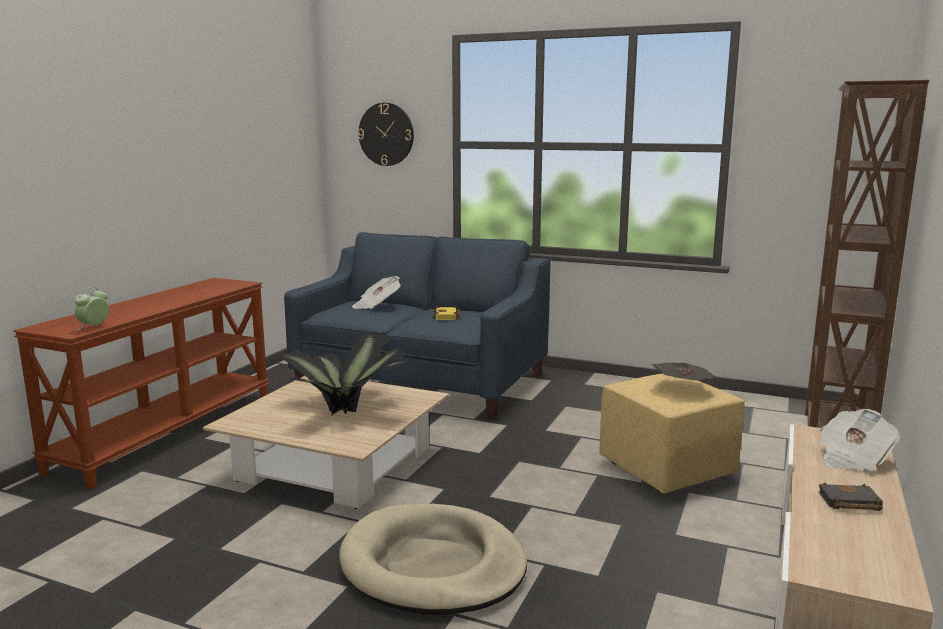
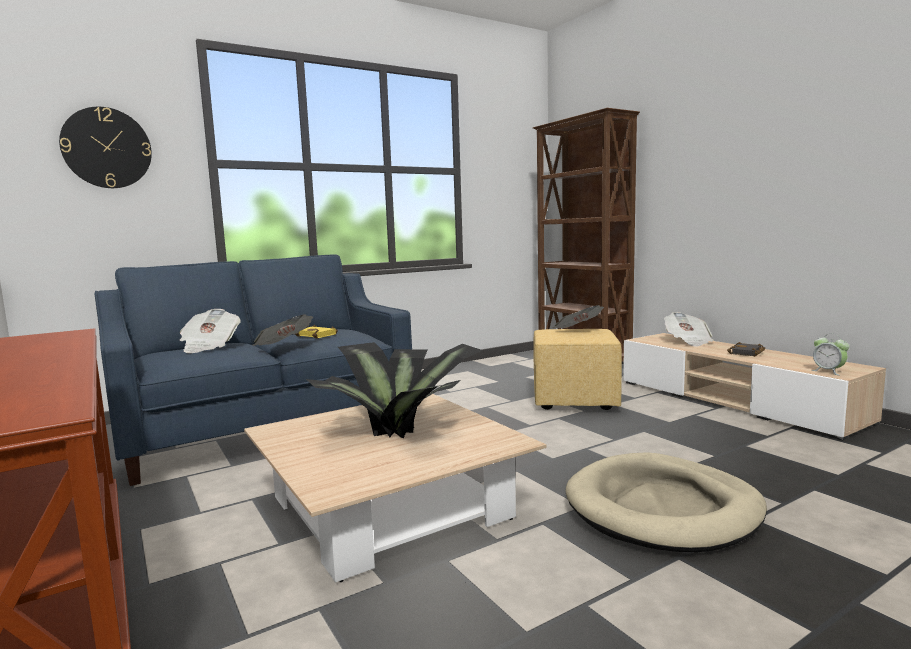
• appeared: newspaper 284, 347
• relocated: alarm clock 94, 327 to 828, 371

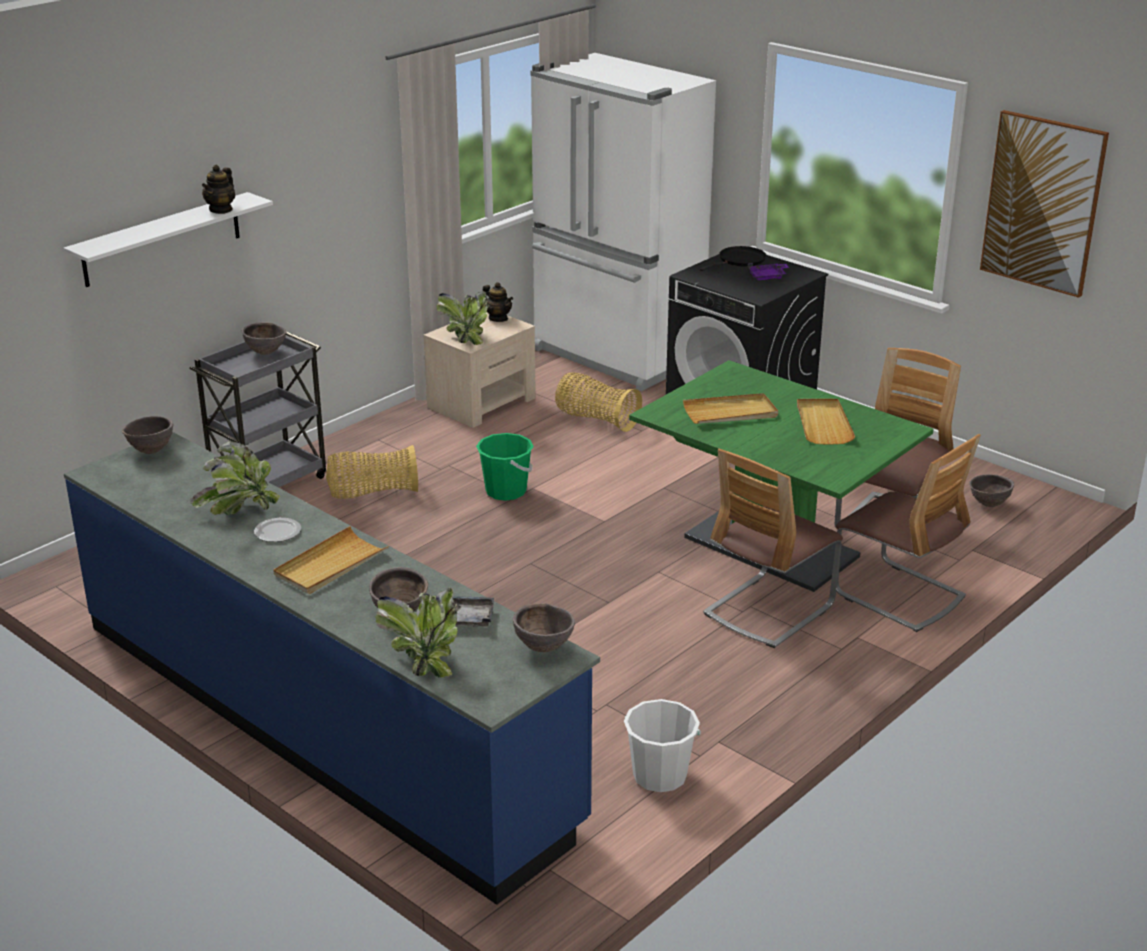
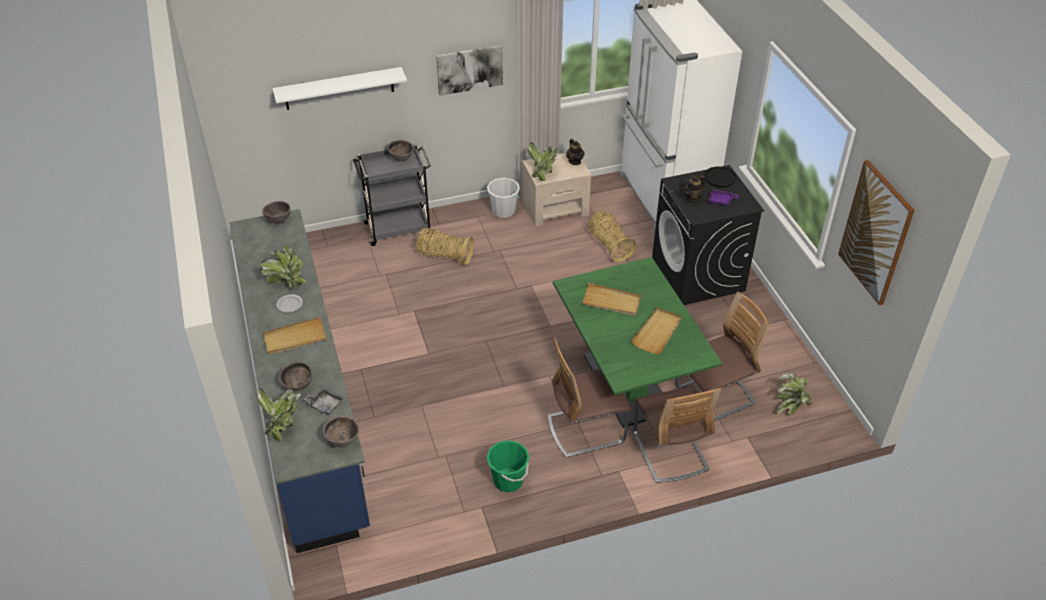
• appeared: picture 469, 69
• relocated: white bucket 660, 776 to 503, 211
• relocated: green bucket 506, 491 to 508, 480
• relocated: teapot 221, 209 to 692, 199
• exchanged: brown bowl 988, 504 to potted plant 792, 406

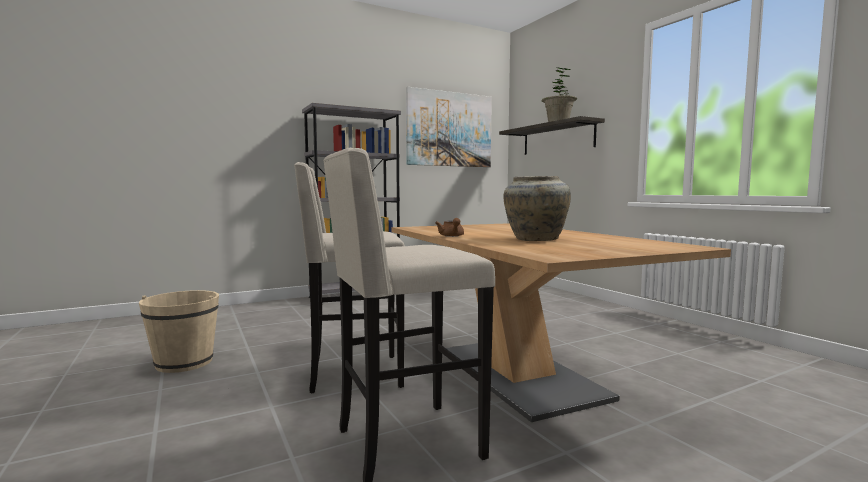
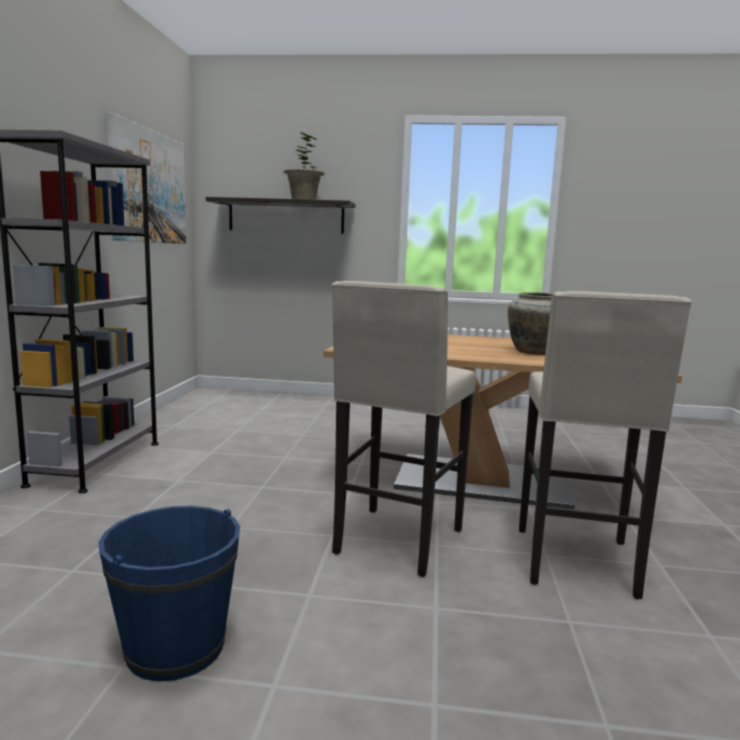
• colour: beige bucket 184, 362 to blue bucket 175, 647
• missing: brown teapot 451, 236

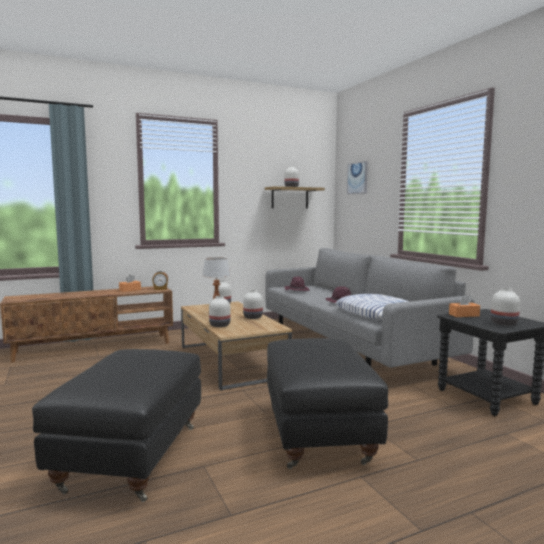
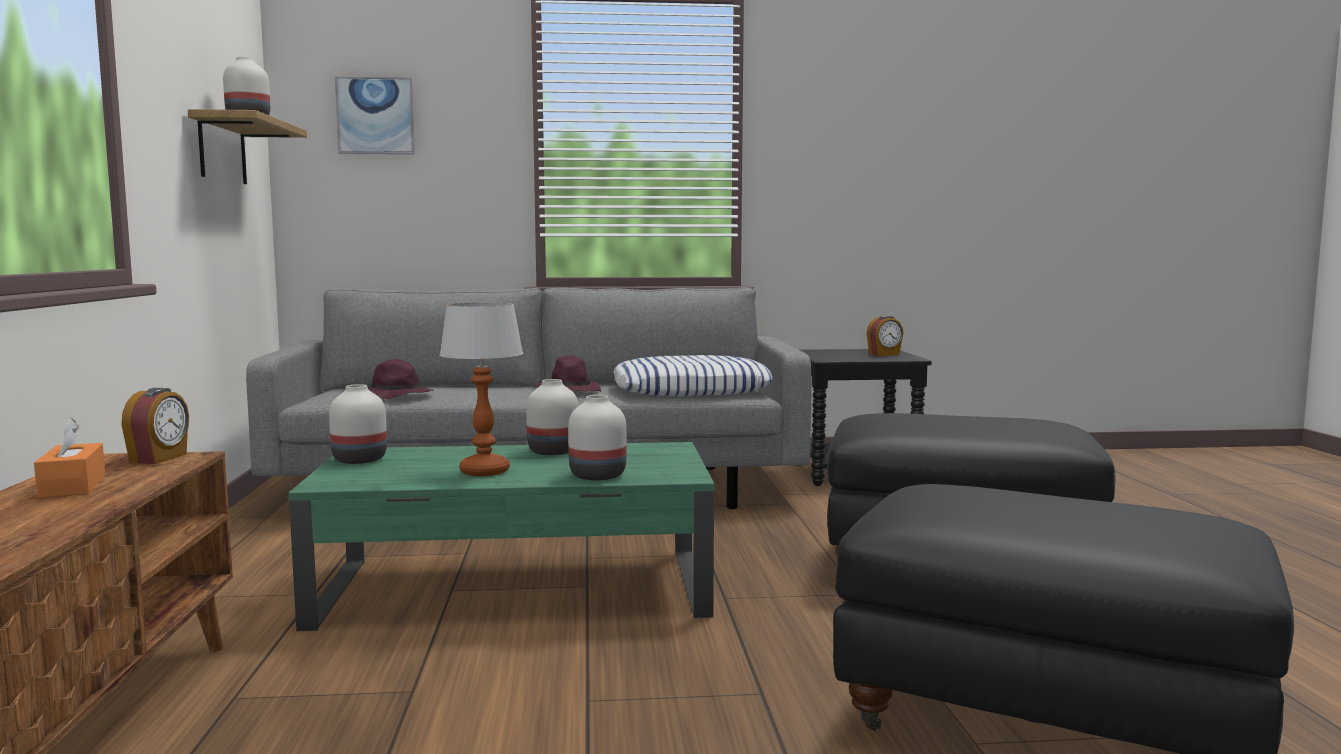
• colour: brown coffee table 231, 361 to green coffee table 518, 588
• exchanged: white vase 504, 323 to alarm clock 884, 354
• missing: orange tissue box 464, 315

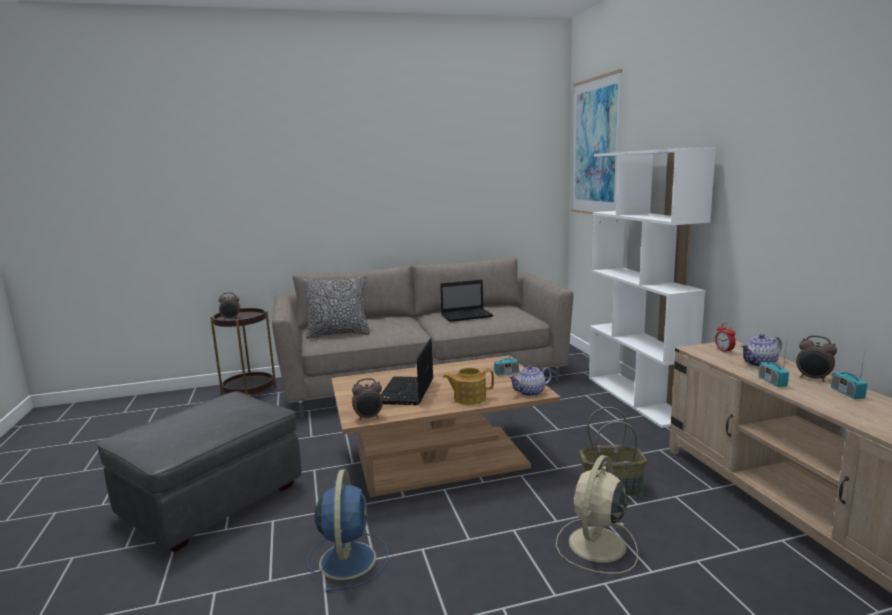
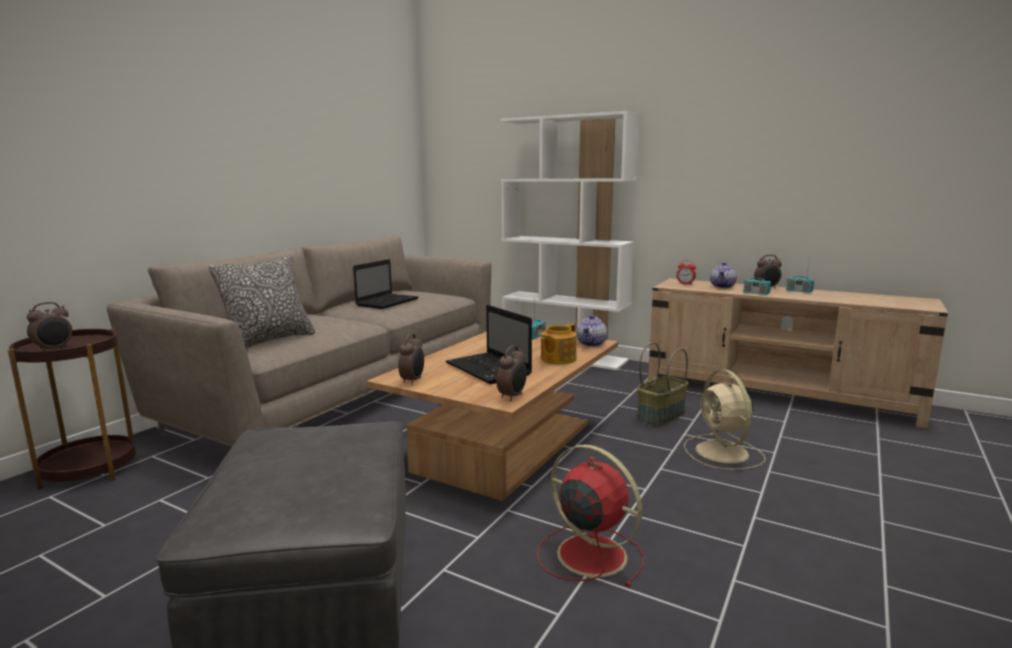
• appeared: alarm clock 413, 381
• colour: blue fan 348, 558 to red fan 589, 554
• missing: picture 596, 147

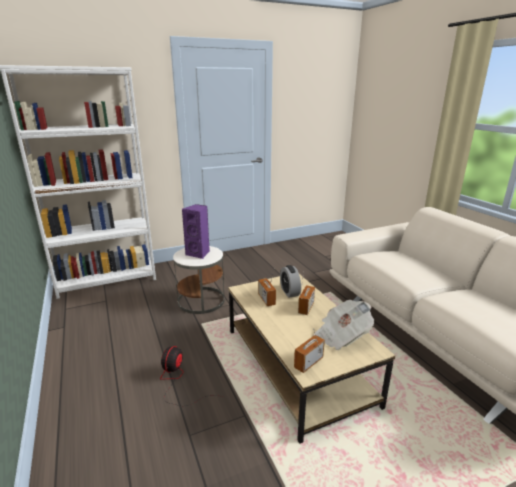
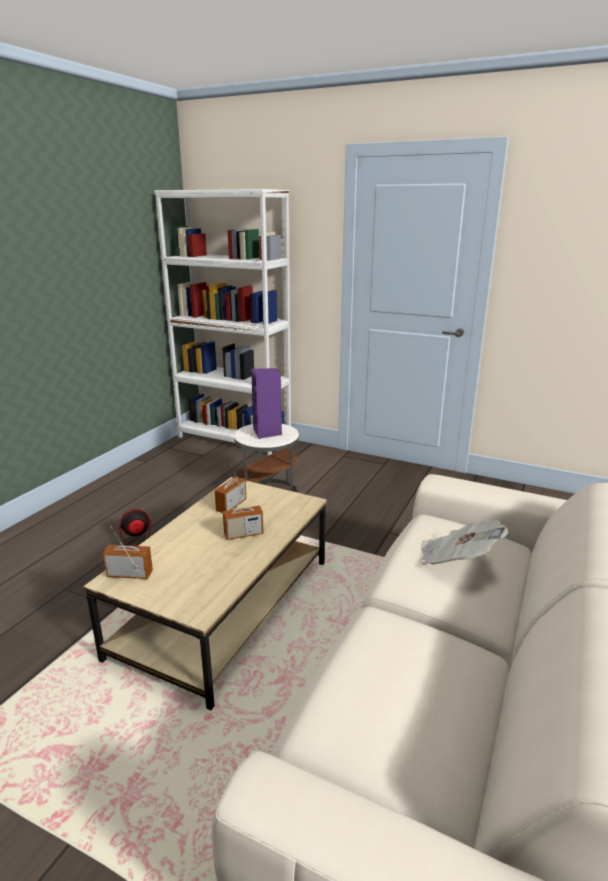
• relocated: newspaper 341, 336 to 457, 560
• missing: alarm clock 289, 292

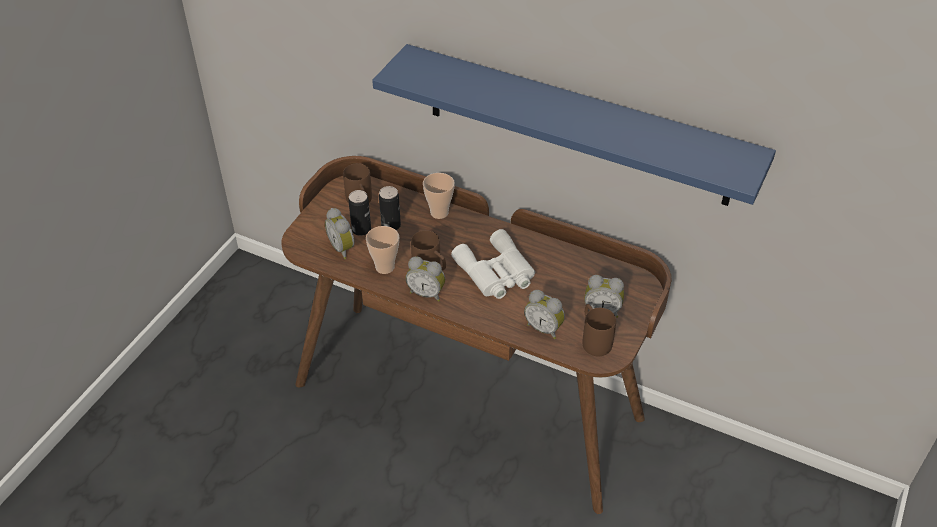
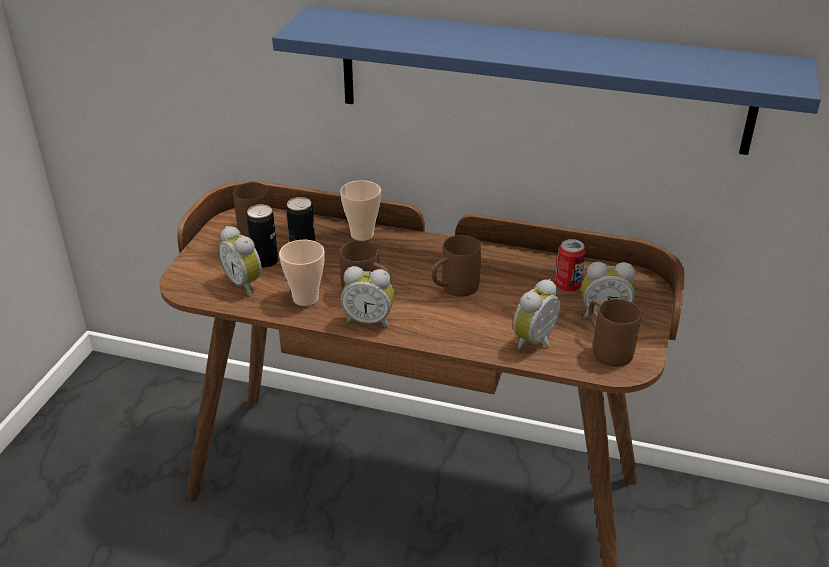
• exchanged: white binoculars 496, 273 to brown mug 453, 289
• spun: alarm clock 544, 328 = 537, 343 105 degrees clockwise
• appeared: can 567, 286

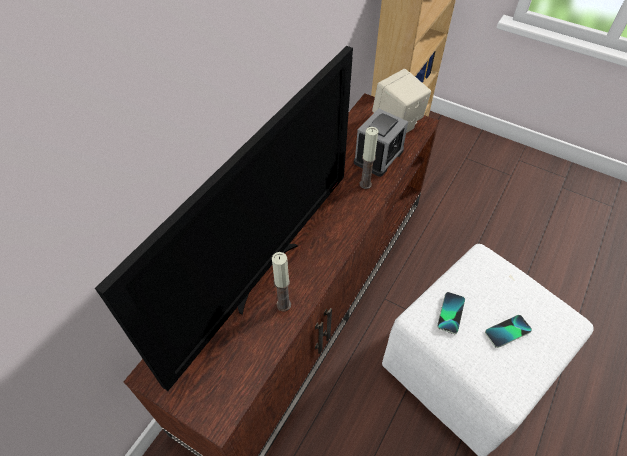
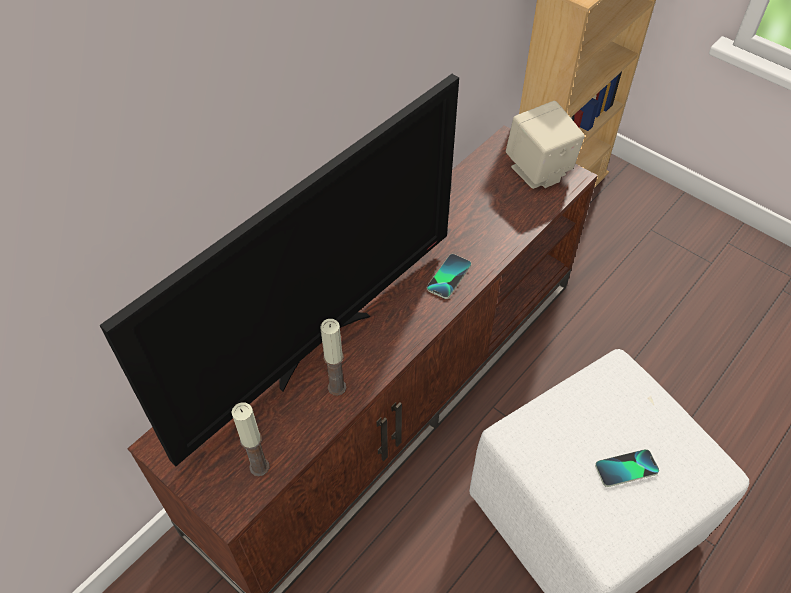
• relocated: candle 365, 184 to 259, 467
• relocated: phone 450, 313 to 448, 277
• missing: alarm clock 378, 156

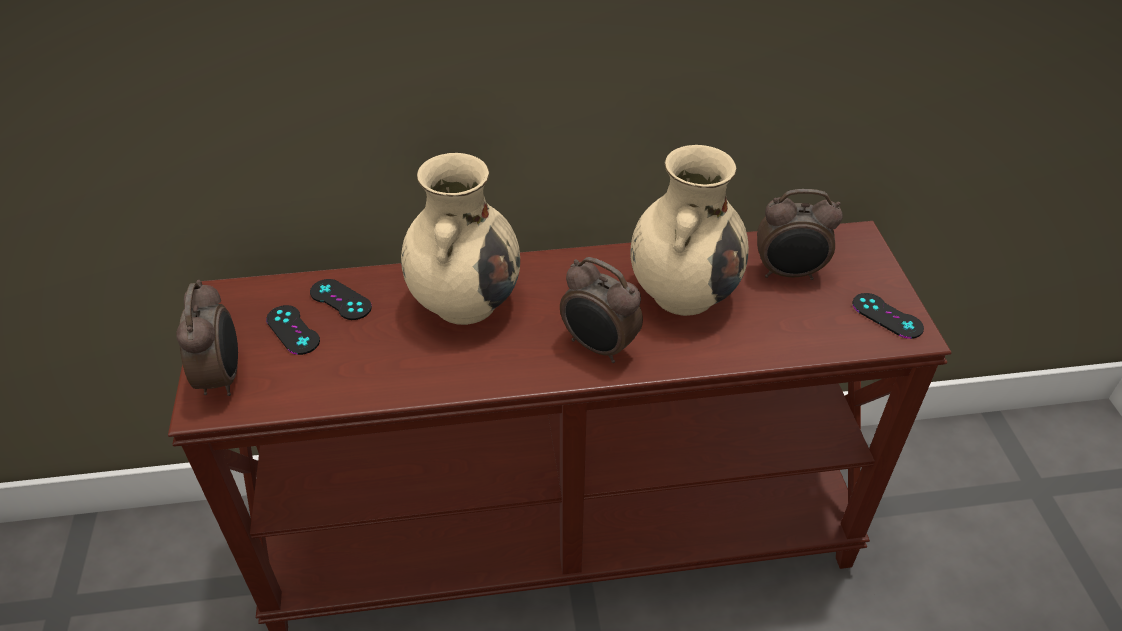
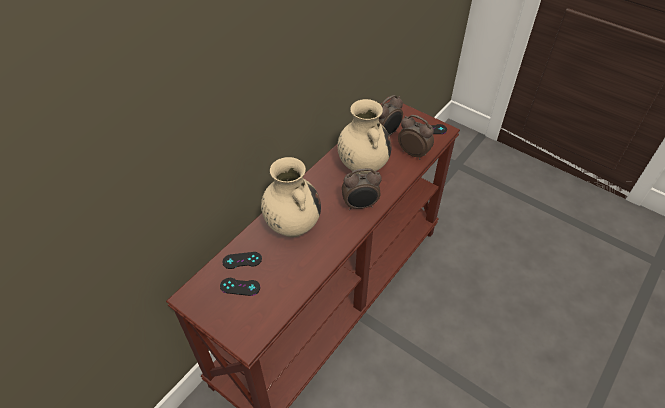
• relocated: alarm clock 223, 377 to 413, 153

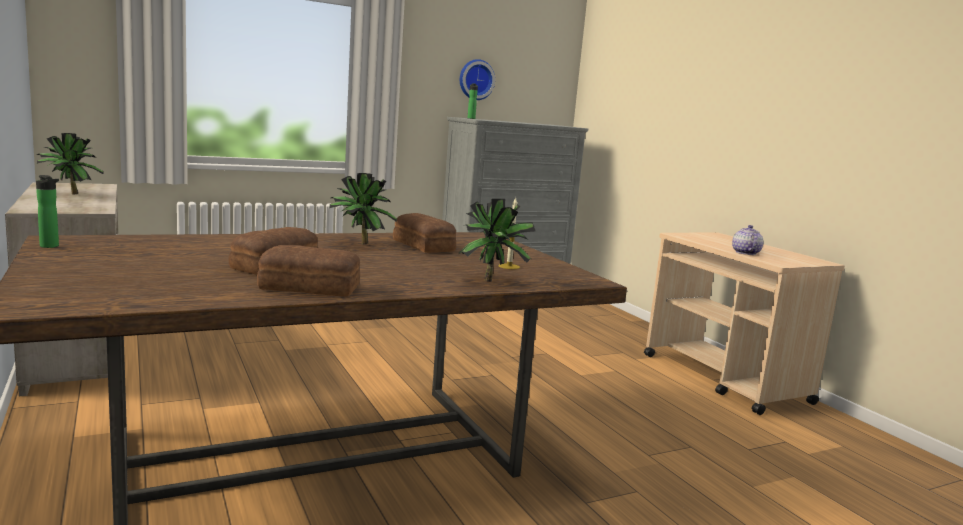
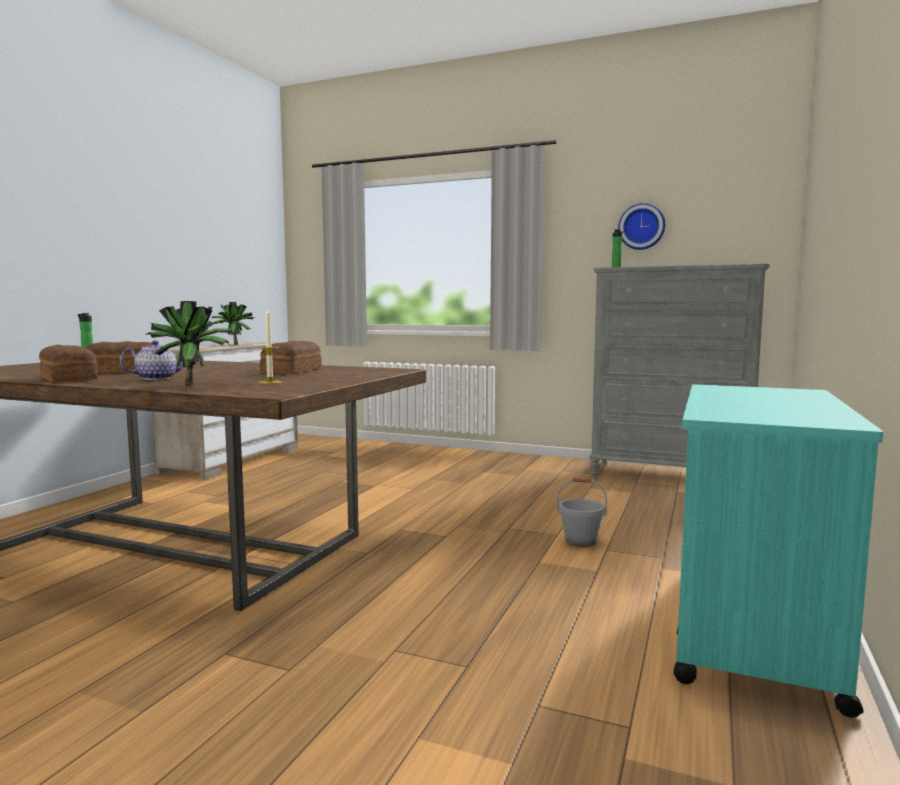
• relocated: teapot 745, 253 to 157, 378
• appeared: grey bucket 580, 541
• colour: beige cart 725, 379 to turquoise cart 752, 628
• missing: potted plant 359, 243

